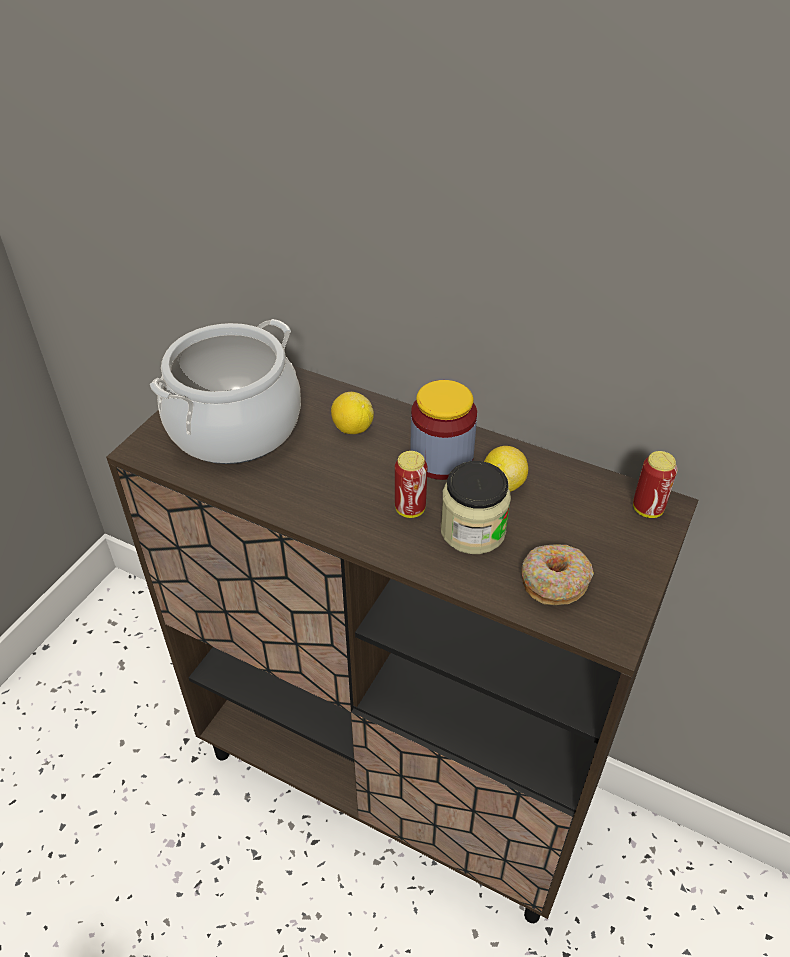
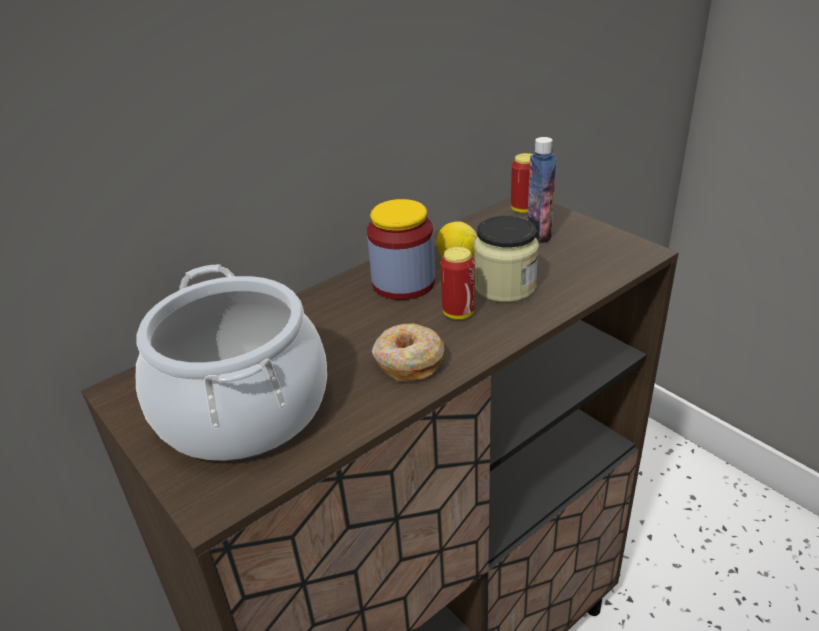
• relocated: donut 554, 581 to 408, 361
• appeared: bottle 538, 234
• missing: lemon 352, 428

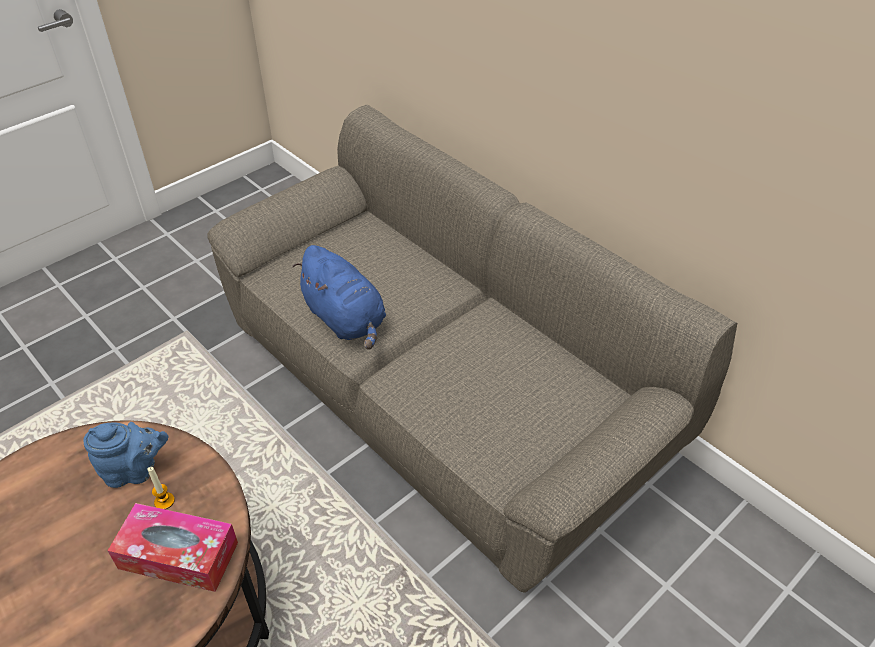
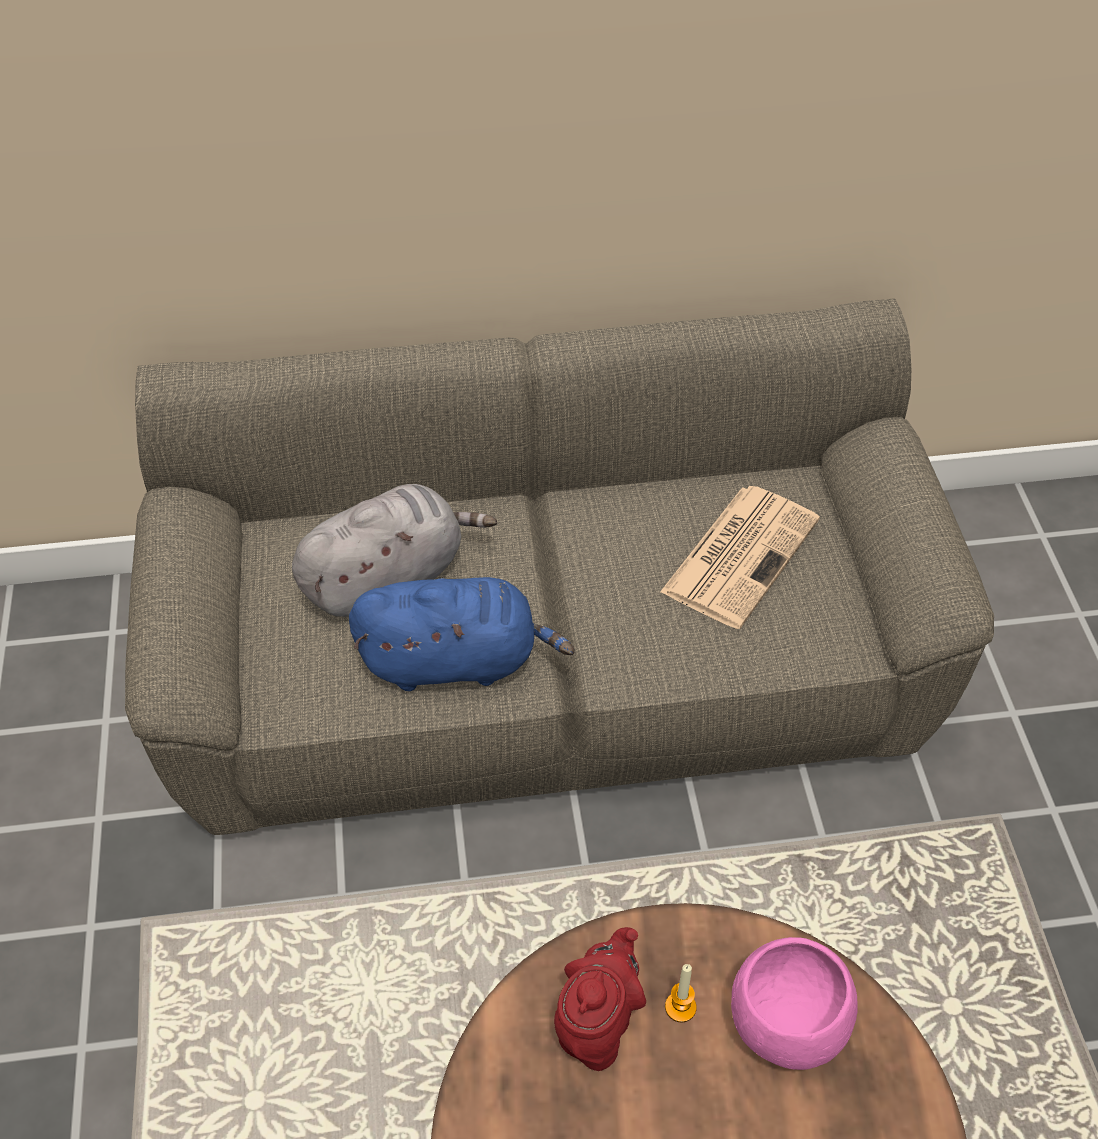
• appeared: grey plush toy 388, 578
• colour: blue teapot 135, 471 to red teapot 597, 1025
• appeared: newspaper 740, 554
• exchanged: tissue box 178, 555 to pink bowl 785, 1024

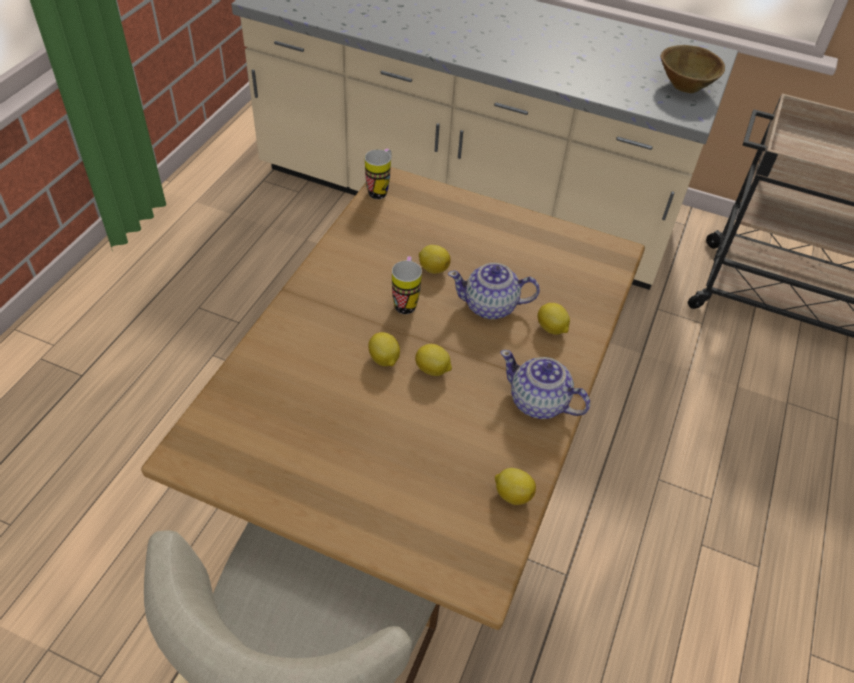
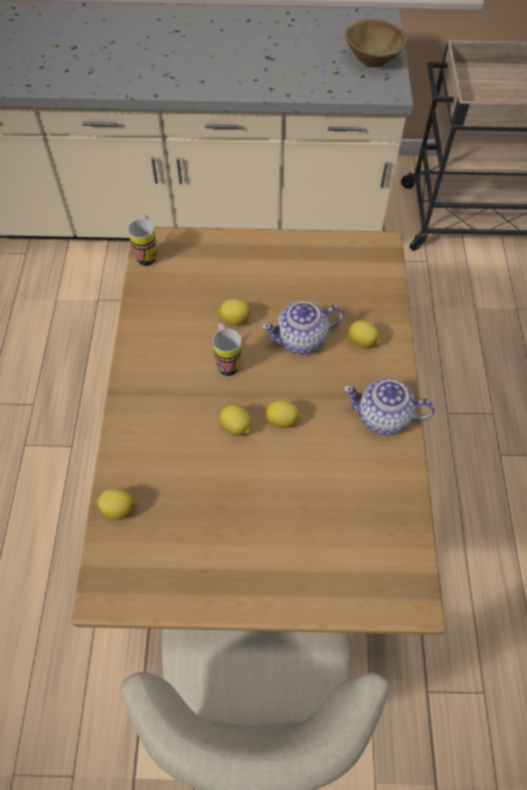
• relocated: lemon 512, 494 to 117, 508

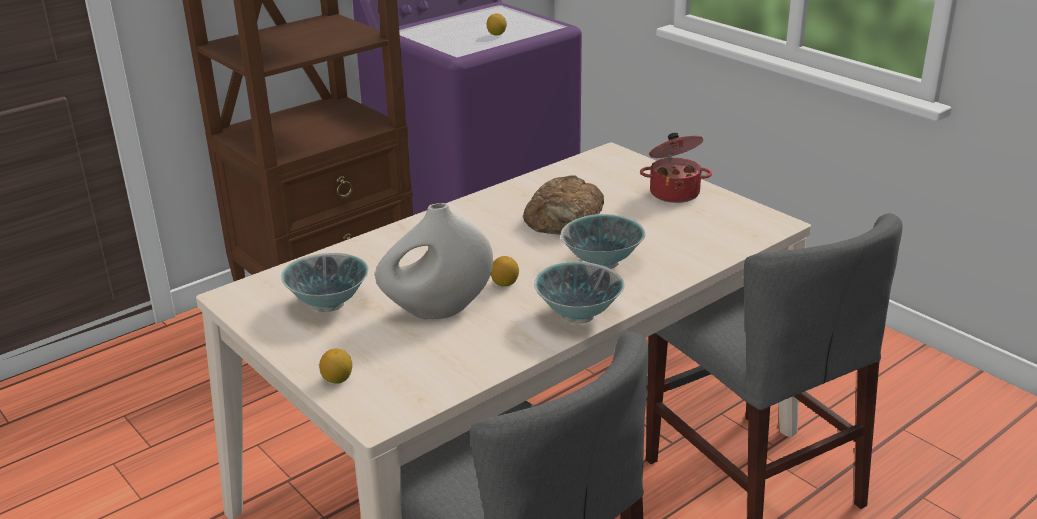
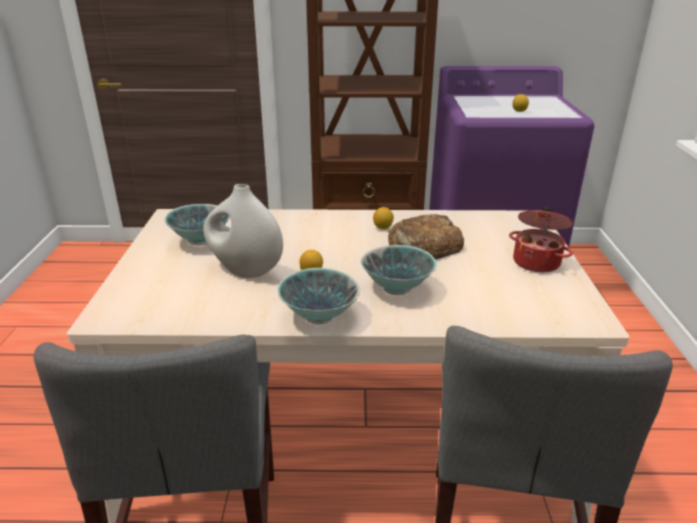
• relocated: lemon 337, 379 to 383, 227

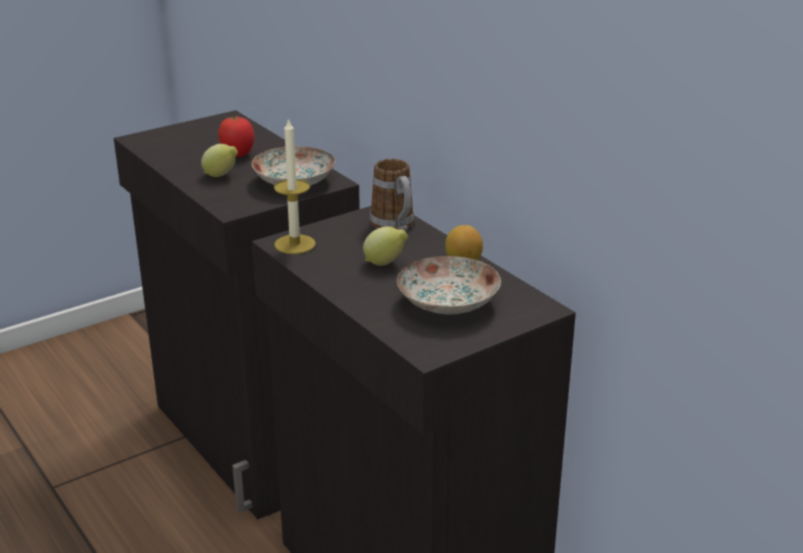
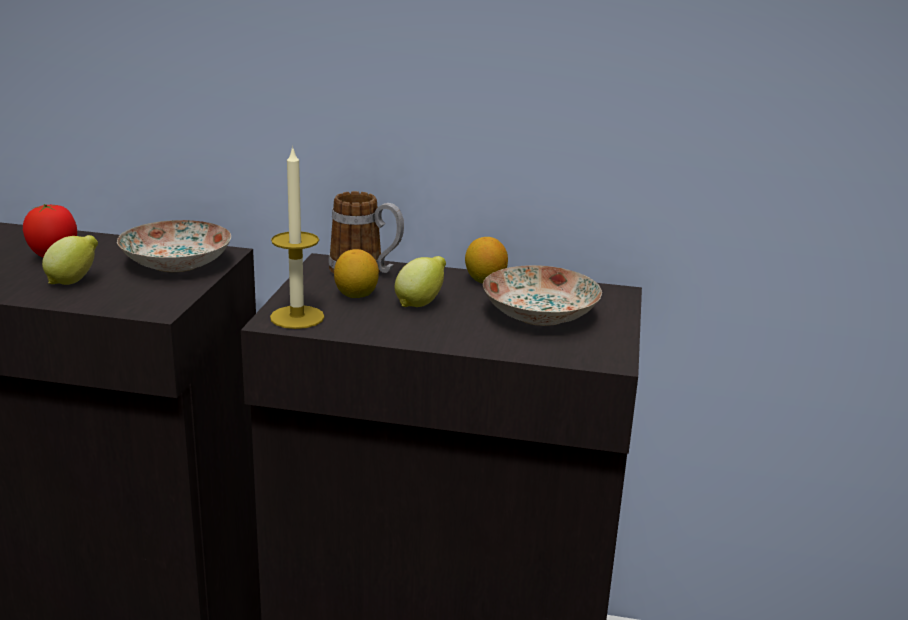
• appeared: lemon 356, 295

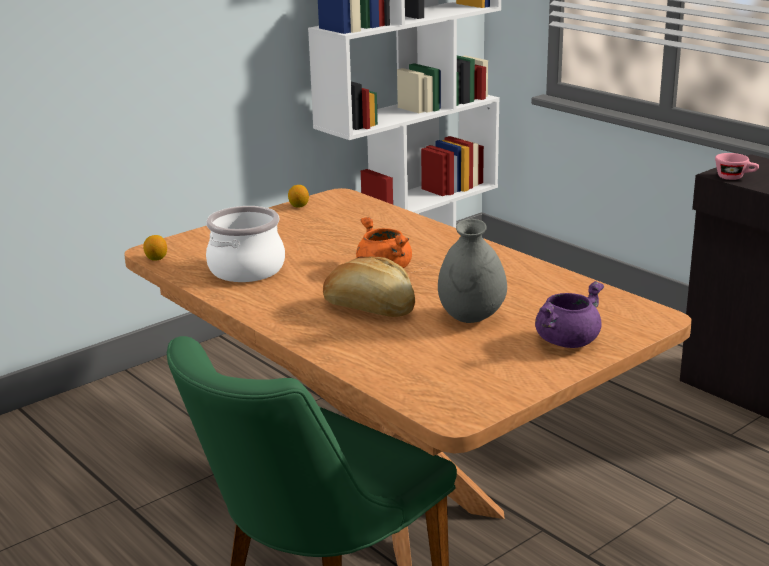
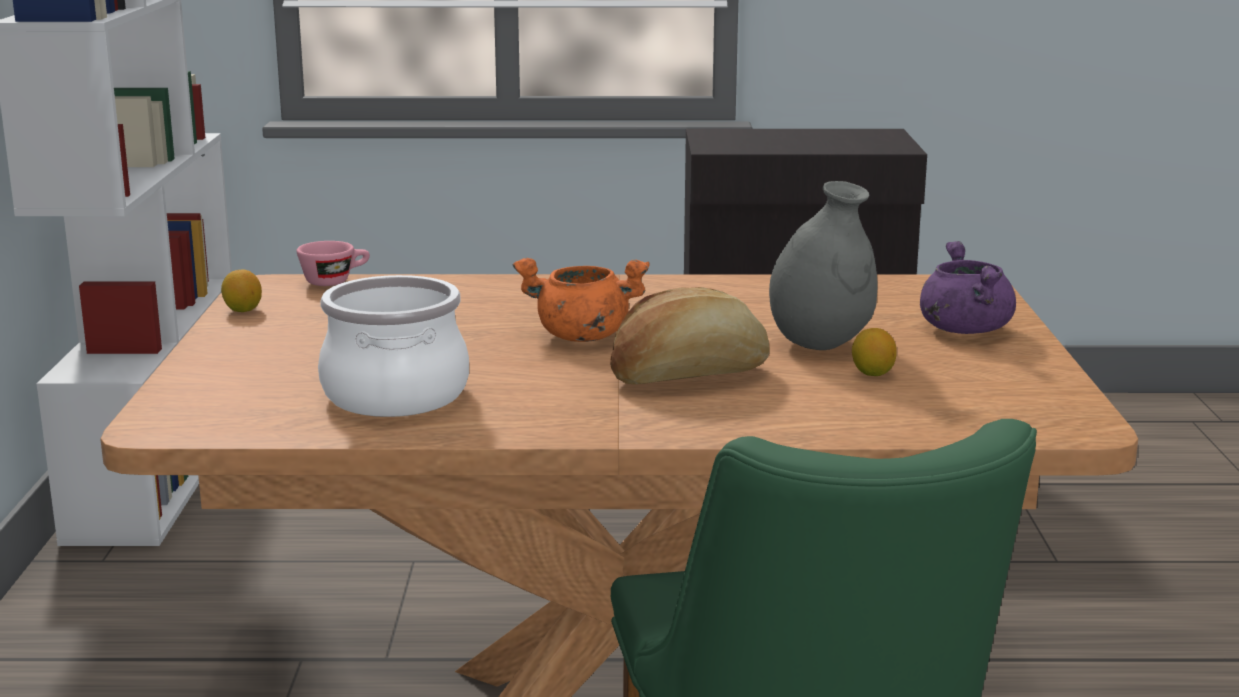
• relocated: pink cup 735, 177 to 335, 281
• relocated: lemon 156, 259 to 872, 373

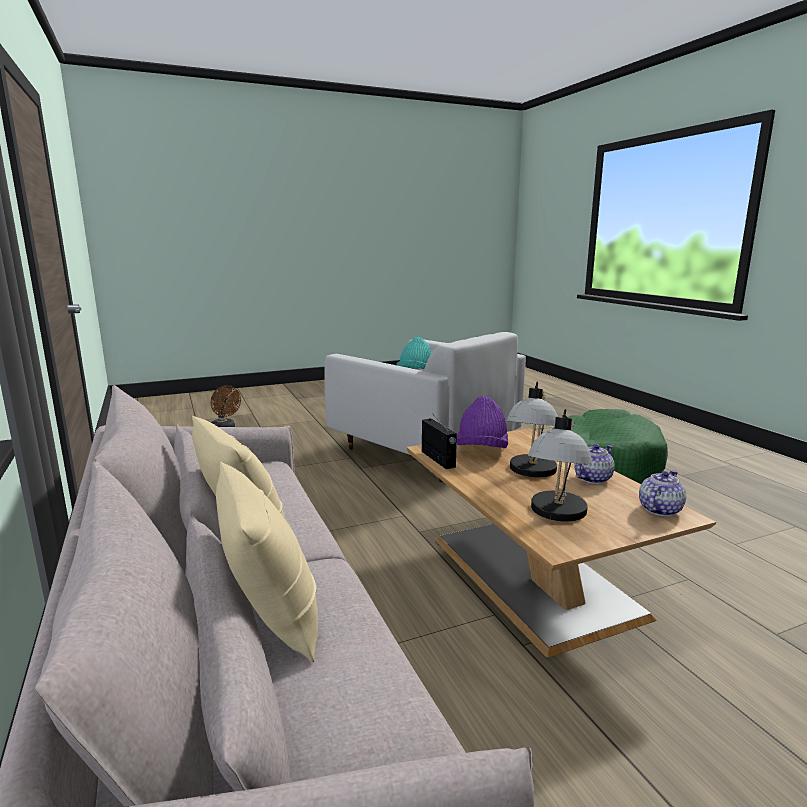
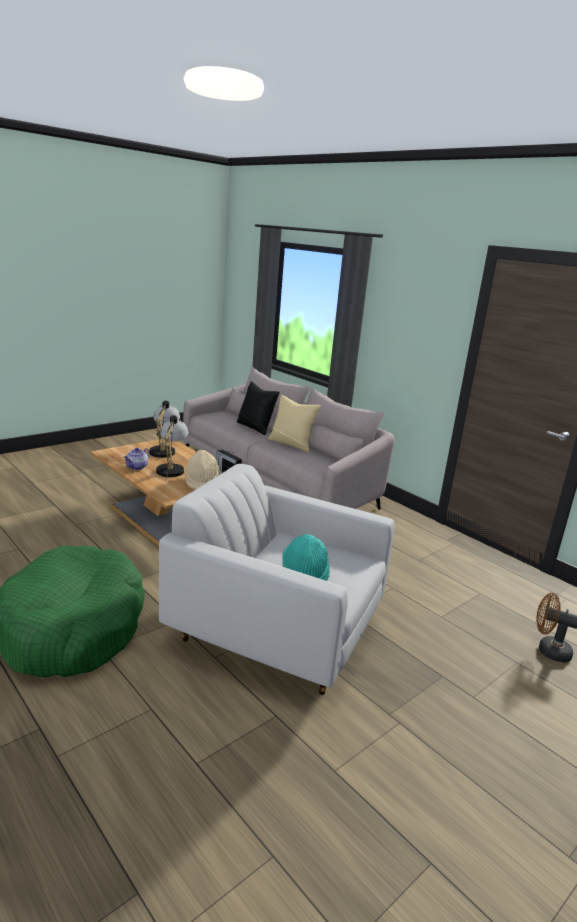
• colour: purple hat 481, 451 to beige hat 202, 482
• colour: beige pillow 272, 616 to black pillow 255, 427
• missing: teapot 659, 509

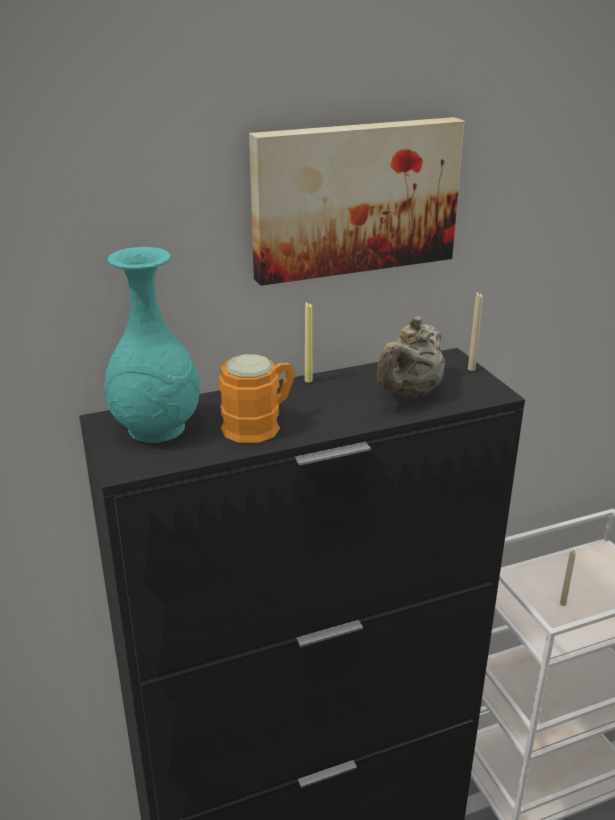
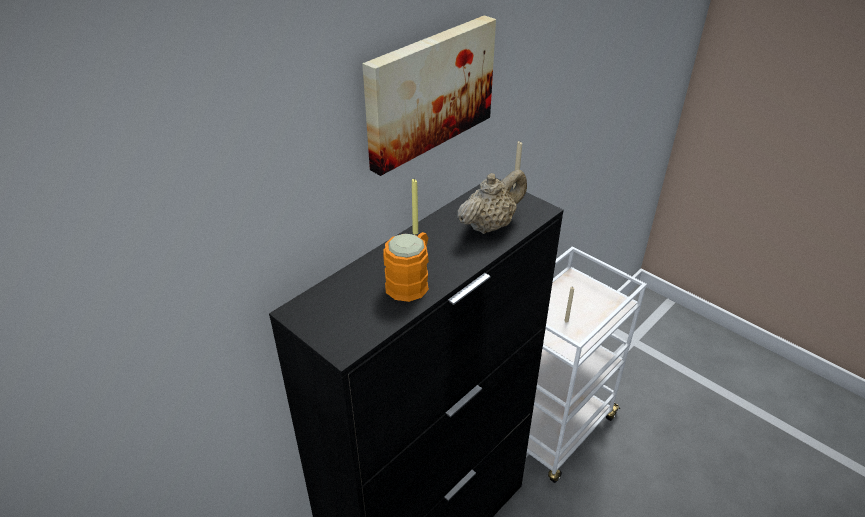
• spun: beige teapot 408, 394 = 490, 225 135 degrees counterclockwise
• missing: turquoise vase 156, 429

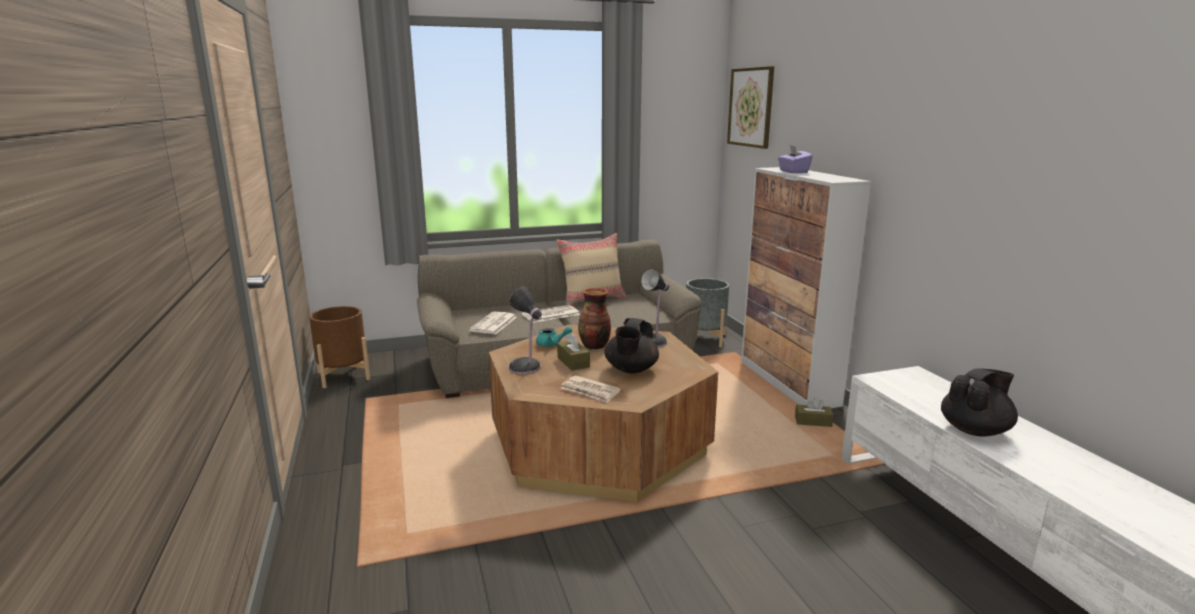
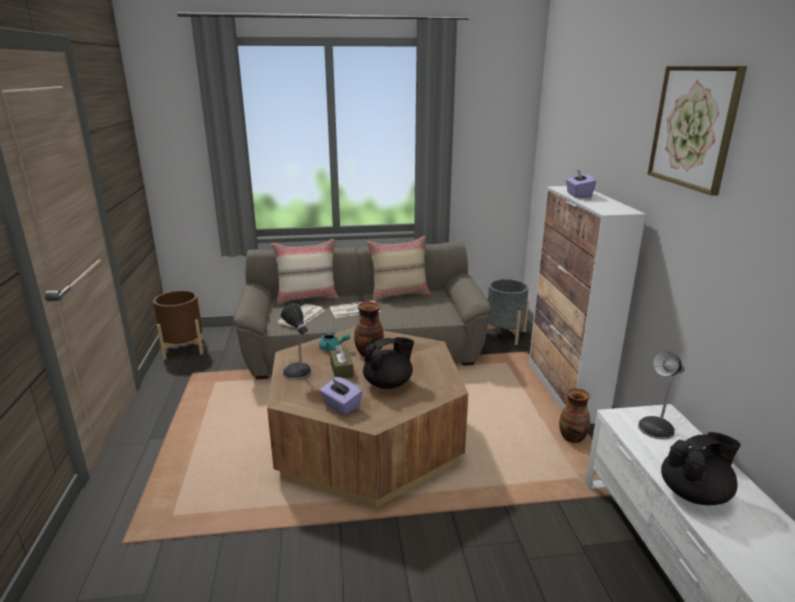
• appeared: beige pillow 307, 298
• exchanged: newspaper 590, 391 to purple tissue box 341, 406
• spun: black teapot 631, 370 = 388, 383 150 degrees counterclockwise
• exchanged: brown tissue box 813, 422 to vase 573, 438
• relocated: table lamp 654, 341 to 657, 428
• relocated: picture 751, 107 to 694, 127

